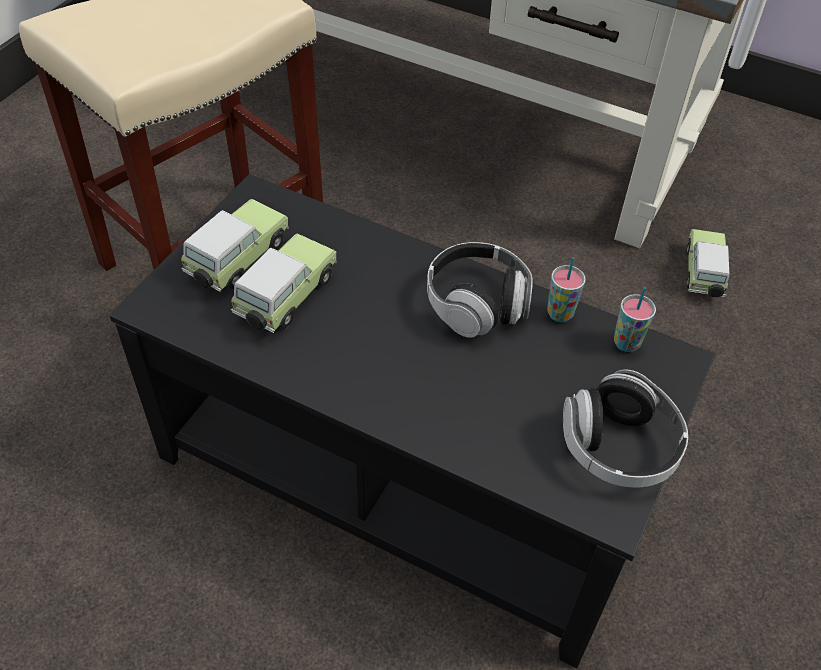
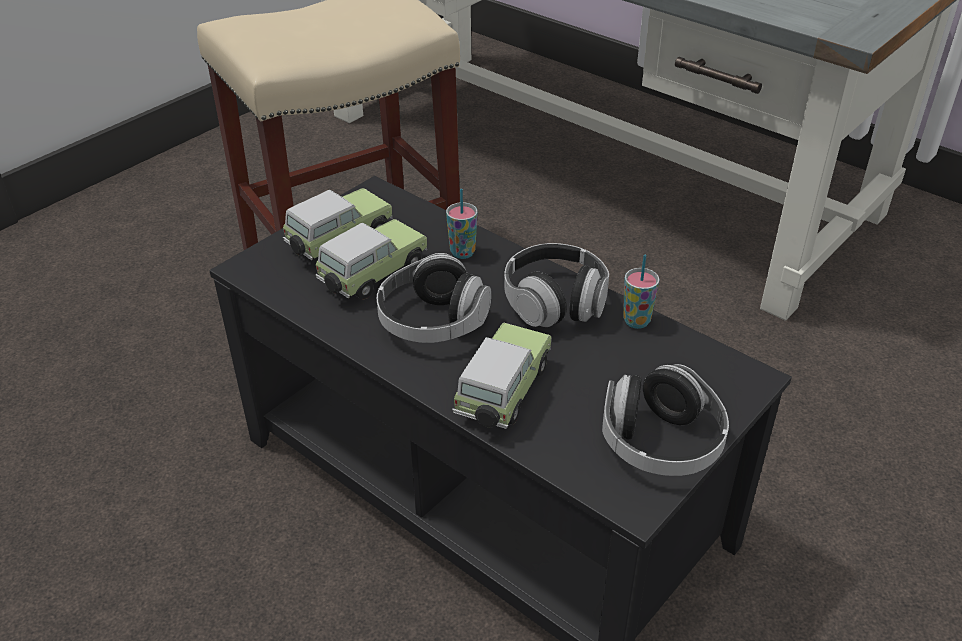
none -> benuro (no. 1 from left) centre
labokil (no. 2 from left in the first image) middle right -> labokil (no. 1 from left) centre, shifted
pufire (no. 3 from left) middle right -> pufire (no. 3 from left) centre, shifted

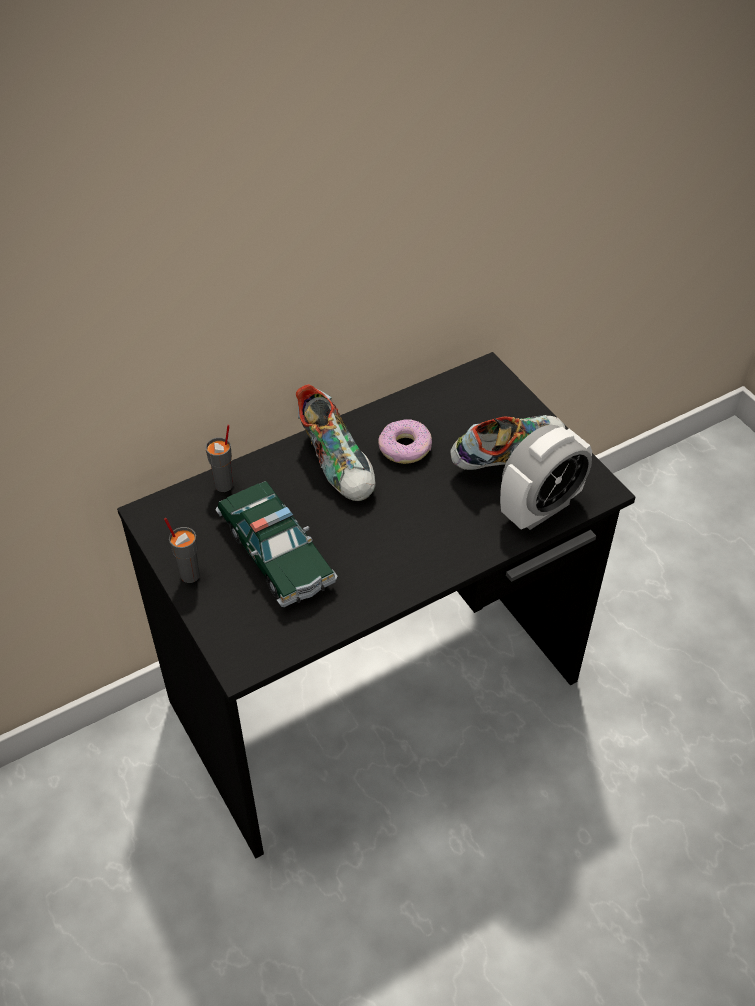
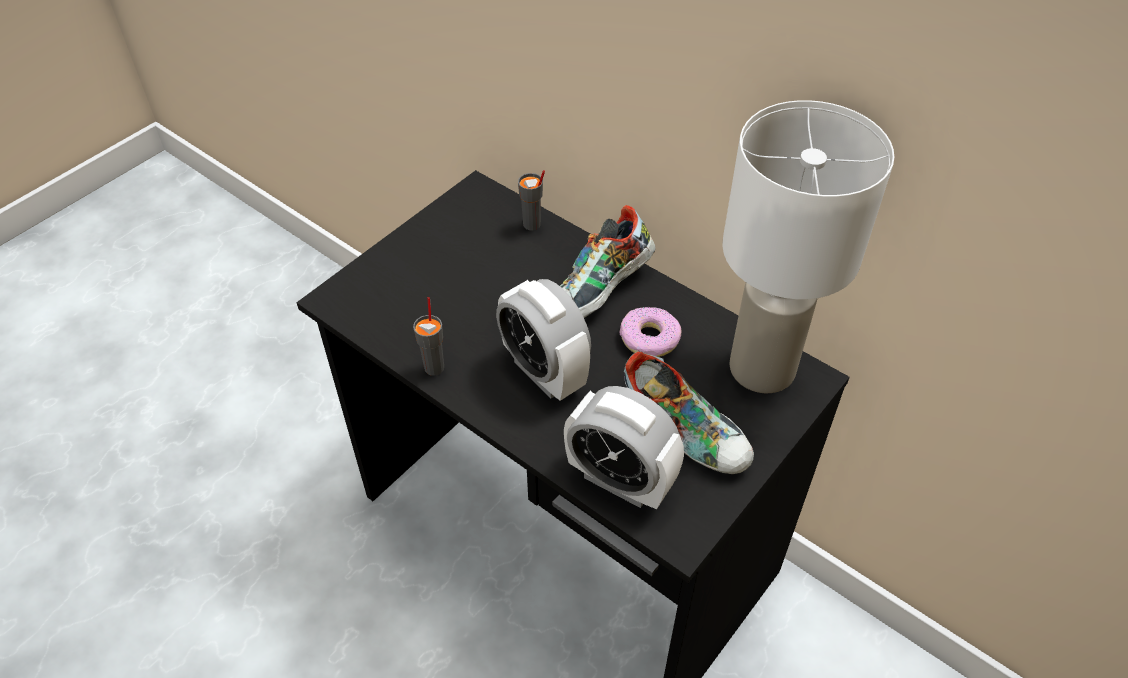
labokil (grey) (no. 1 from left) middle left -> labokil (grey) (no. 1 from left) centre, shifted
none -> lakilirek (no. 1 from left) centre
none -> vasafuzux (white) middle right
pufire centre -> none

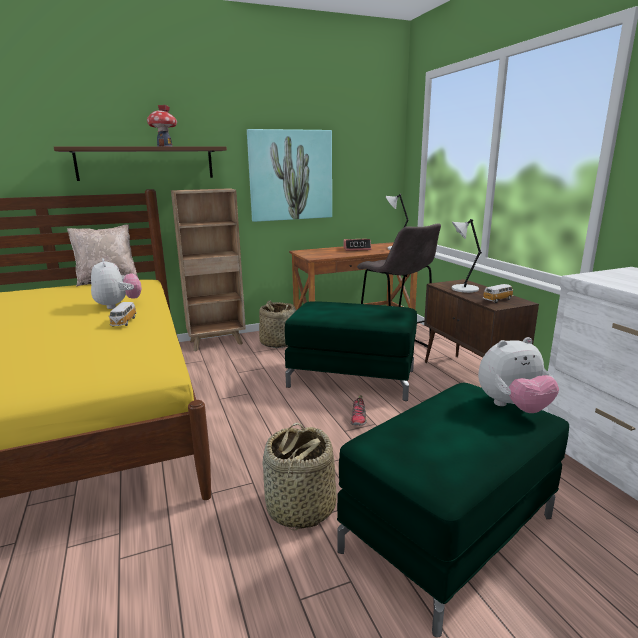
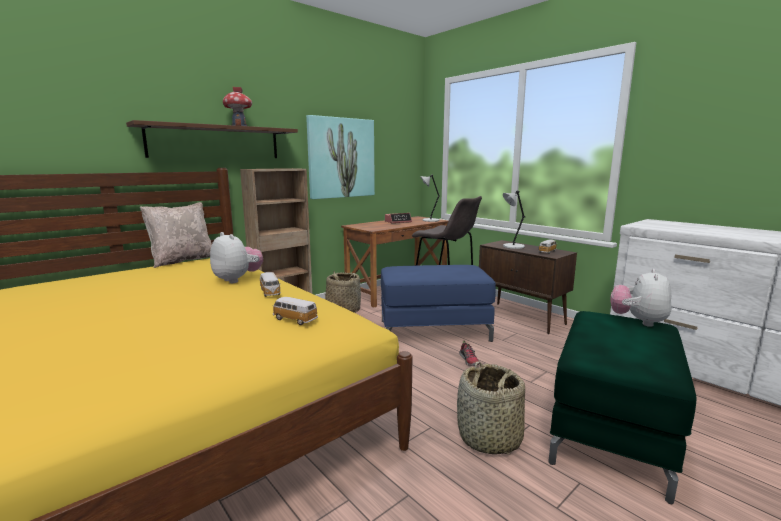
none -> pufire (no. 2 from left) centre
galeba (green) (no. 1 from left) centre -> galeba (blue) centre
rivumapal (no. 2 from left) middle right, 150 degrees clockwise

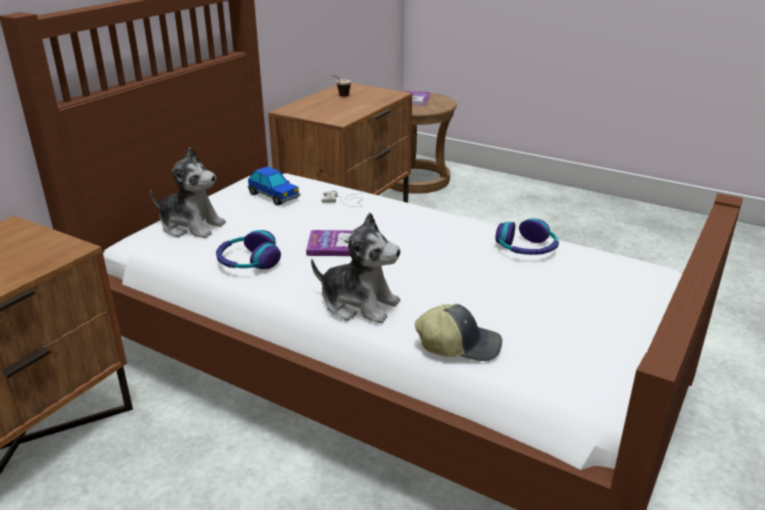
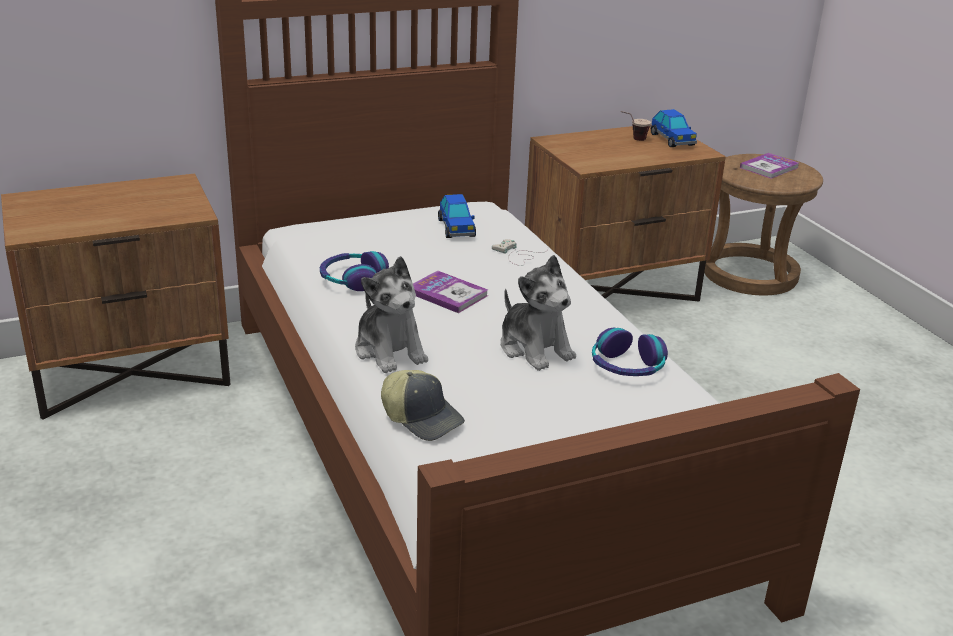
rivumapal (no. 1 from left in the first image) middle left -> rivumapal (no. 2 from left) centre, shifted
none -> pufire (no. 2 from left) top right

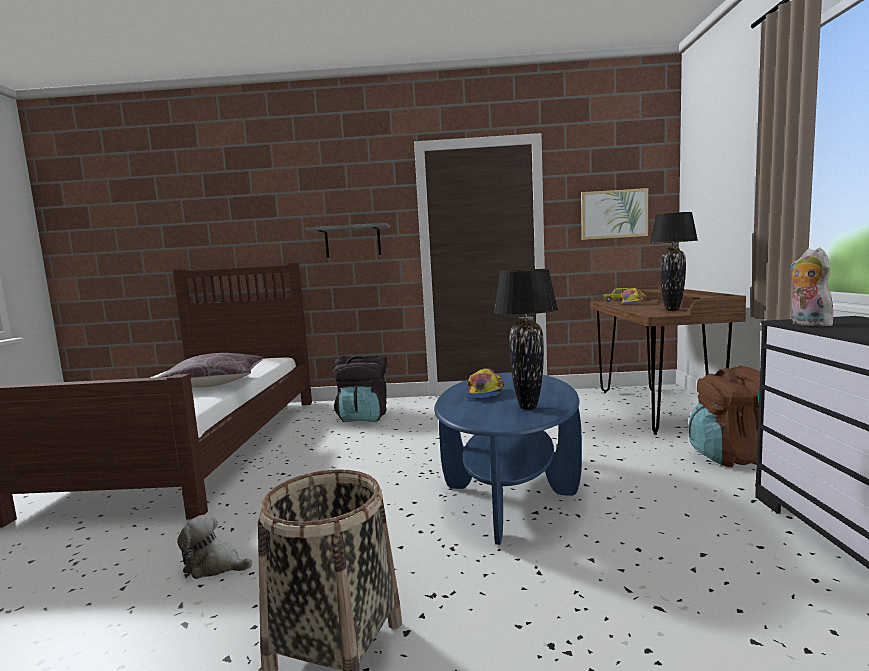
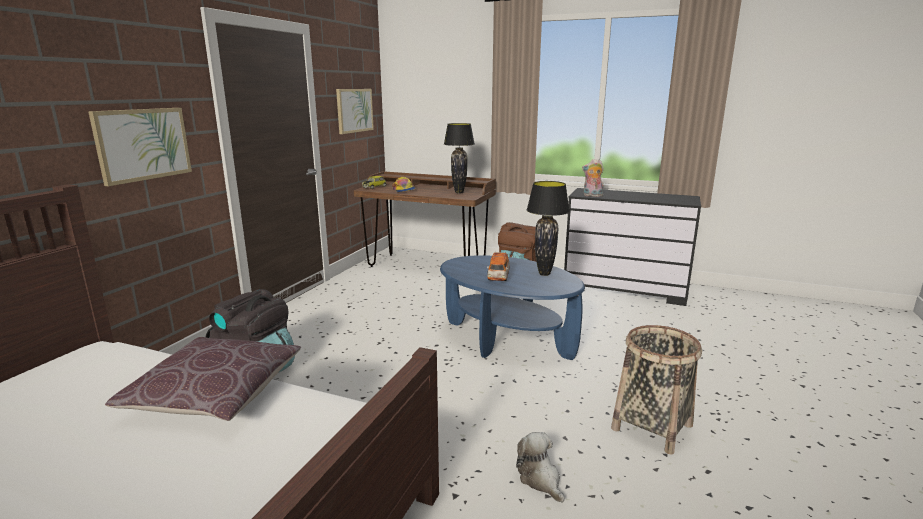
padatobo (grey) centre -> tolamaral (no. 1 from left) top left
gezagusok (no. 1 from left) centre -> pufire (no. 2 from left) centre
rivumapal (no. 1 from left) bottom left -> rivumapal (no. 1 from left) bottom centre, 120 degrees clockwise

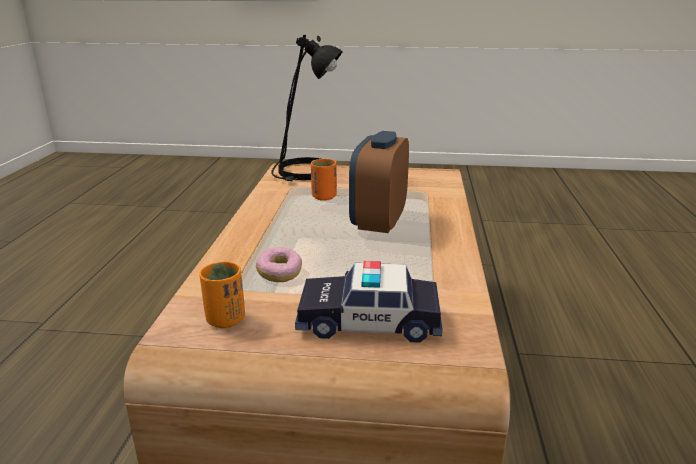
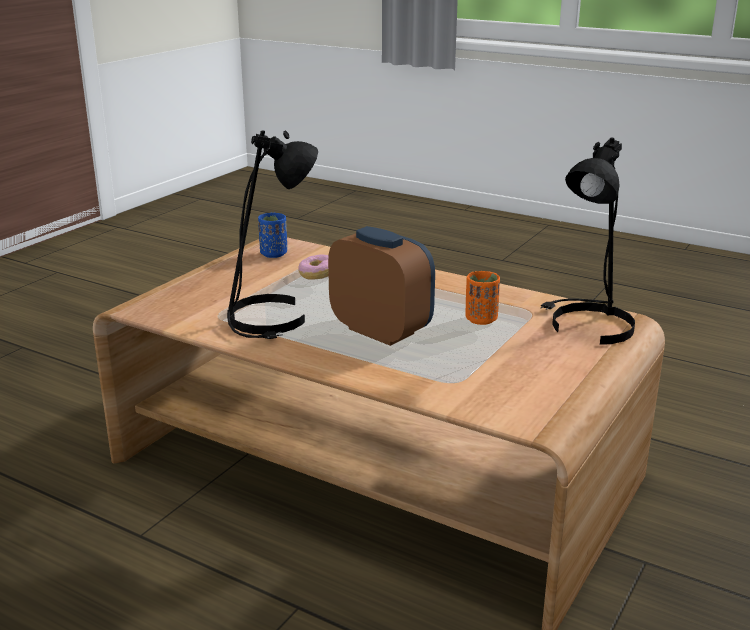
none -> vasafuzux (black) (no. 1 from left) centre
labokil (orange) (no. 1 from left) middle left -> labokil (blue) centre
pufire centre -> none

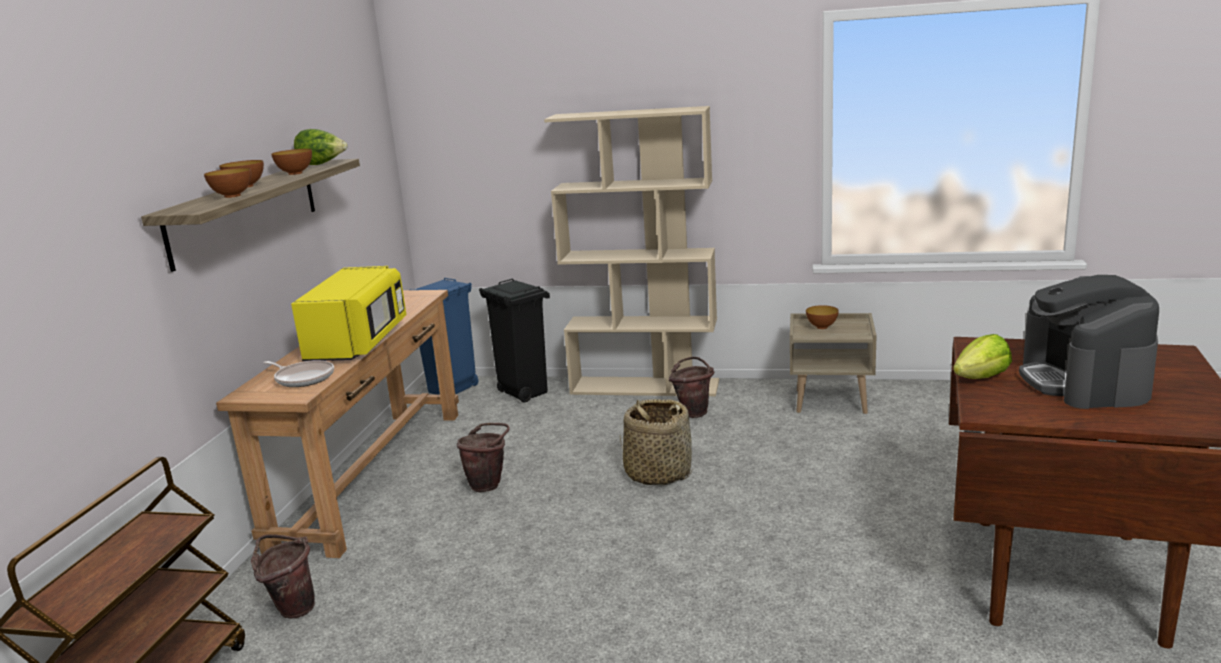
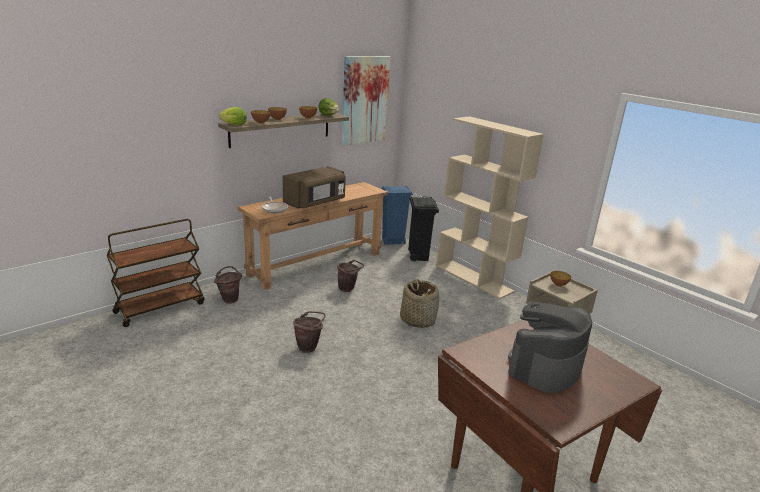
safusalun (no. 2 from left in the first image) middle right -> safusalun (no. 1 from left) top left, shifted
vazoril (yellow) middle left -> vazoril (brown) centre
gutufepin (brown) (no. 3 from left in the first image) centre -> gutufepin (brown) (no. 2 from left) bottom centre, shifted
none -> tolamaral top centre

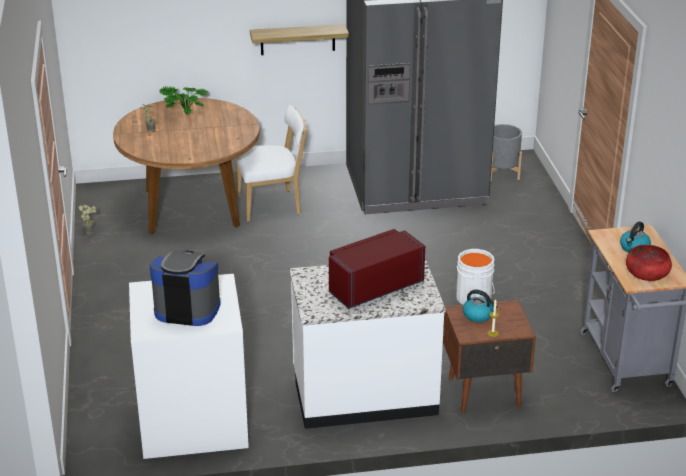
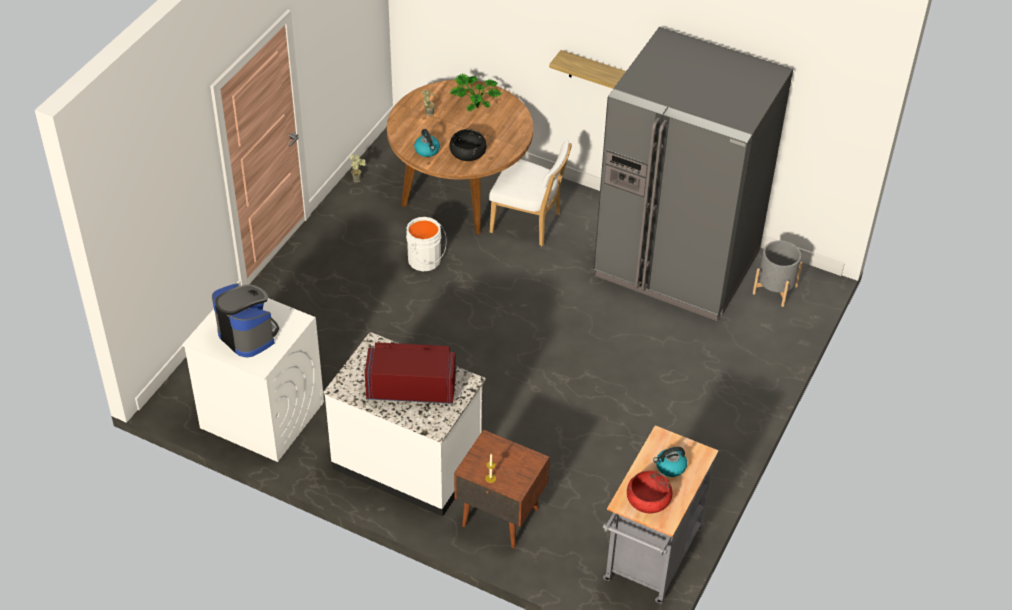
gutufepin (white) middle right -> gutufepin (white) centre, shifted
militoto (no. 1 from left) middle right -> militoto (no. 1 from left) top centre, shifted
none -> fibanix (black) top centre

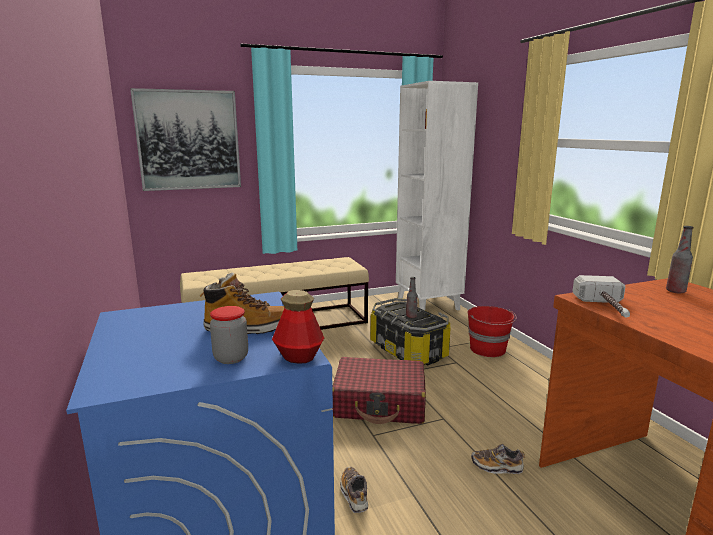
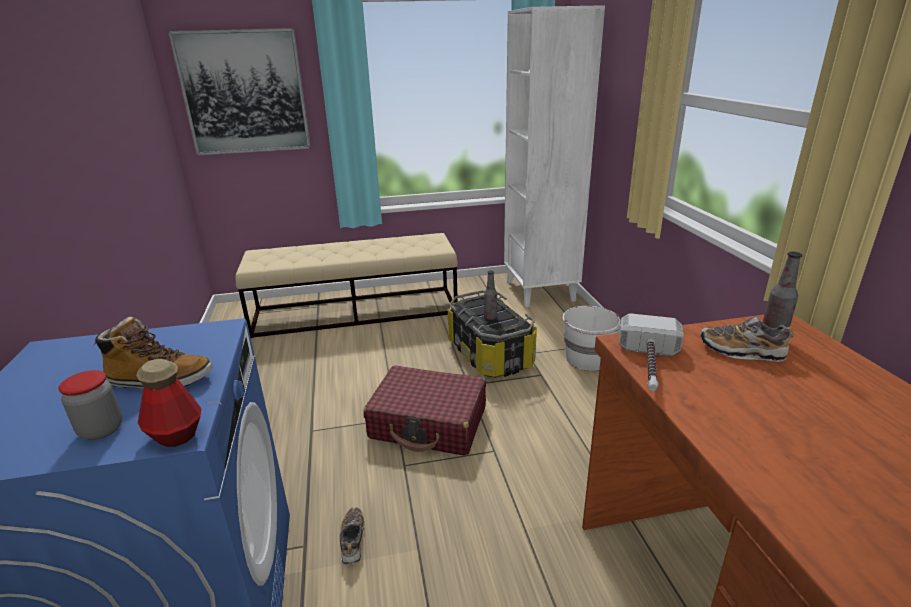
gutufepin (red) middle right -> gutufepin (white) centre
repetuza (no. 2 from left) bottom right -> repetuza (no. 2 from left) middle right, shifted

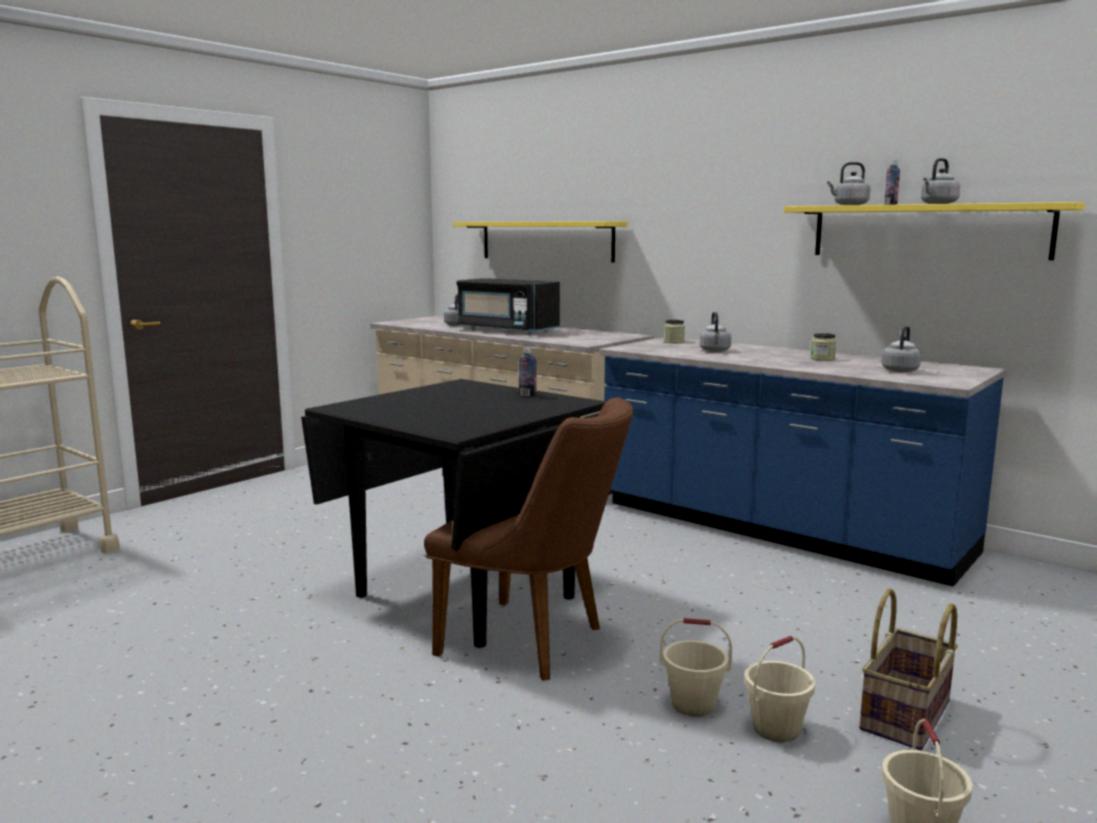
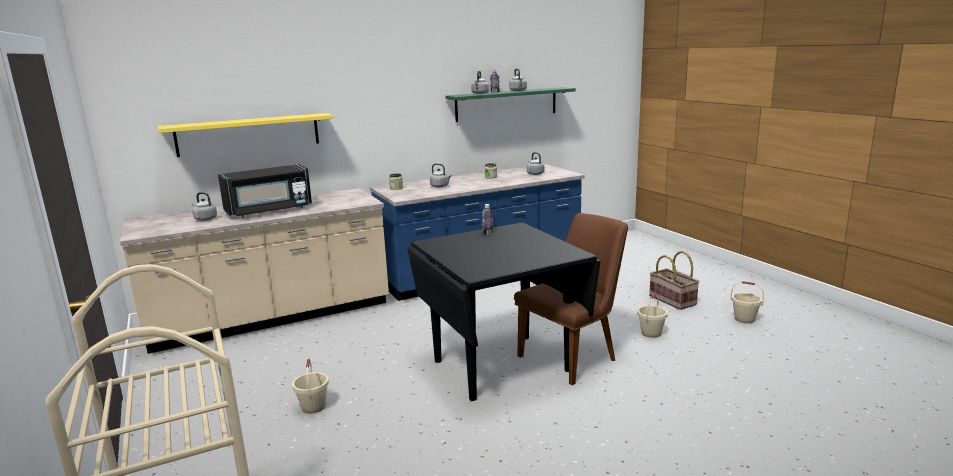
gutufepin (beige) (no. 2 from left in the first image) bottom right -> gutufepin (beige) (no. 1 from left) bottom left, shifted
padatobo (yellow) (no. 2 from left) top right -> padatobo (green) top centre

